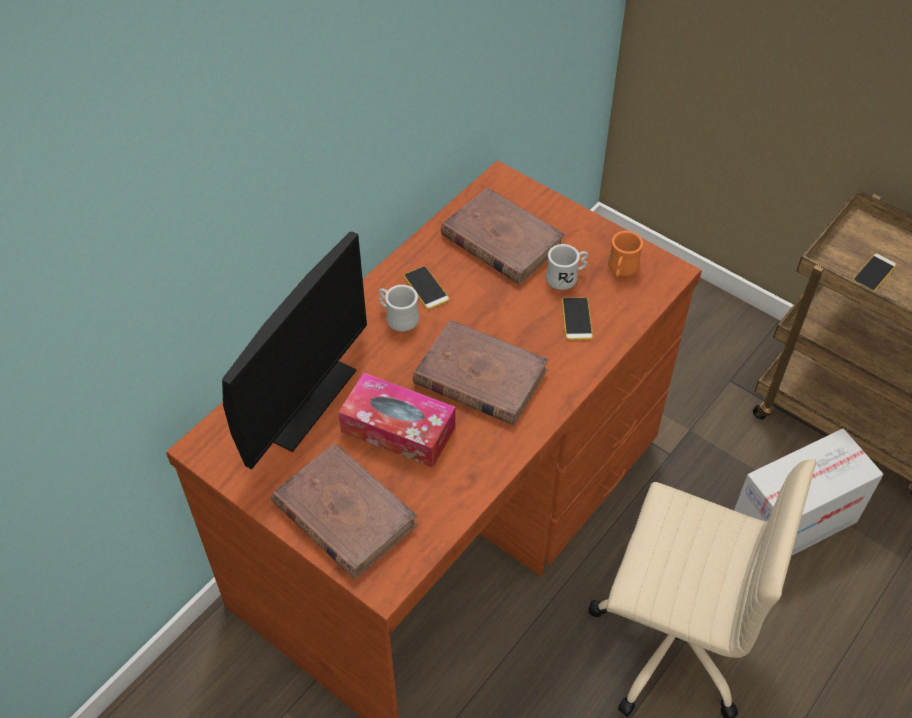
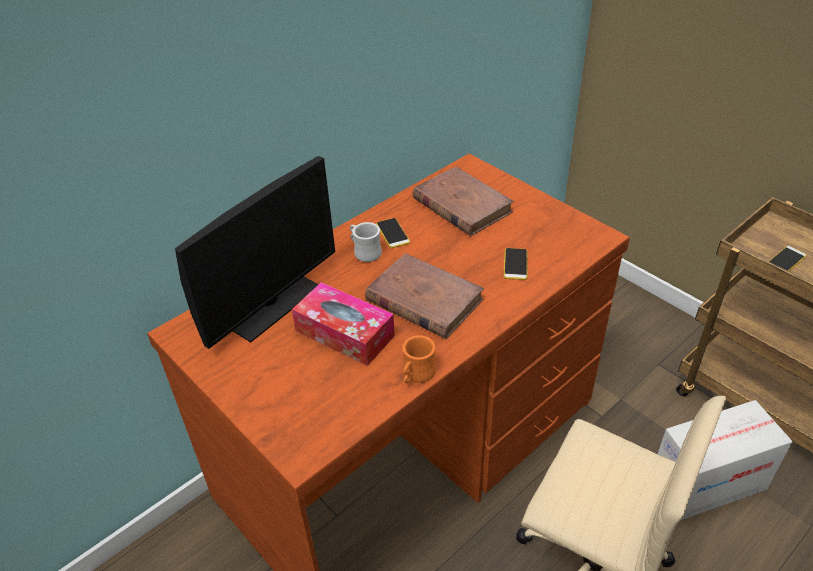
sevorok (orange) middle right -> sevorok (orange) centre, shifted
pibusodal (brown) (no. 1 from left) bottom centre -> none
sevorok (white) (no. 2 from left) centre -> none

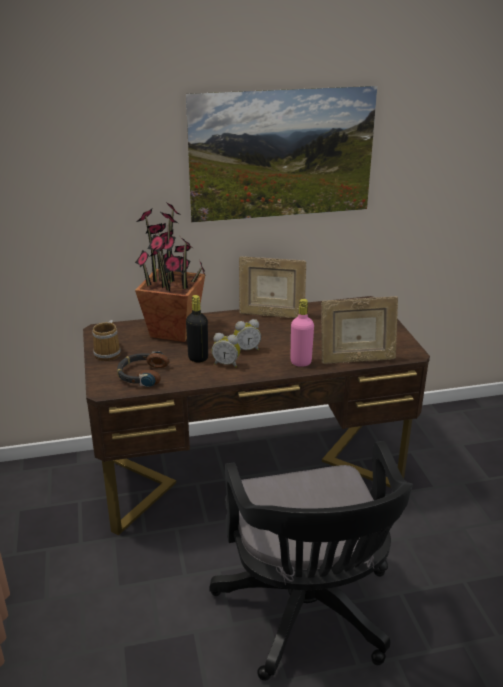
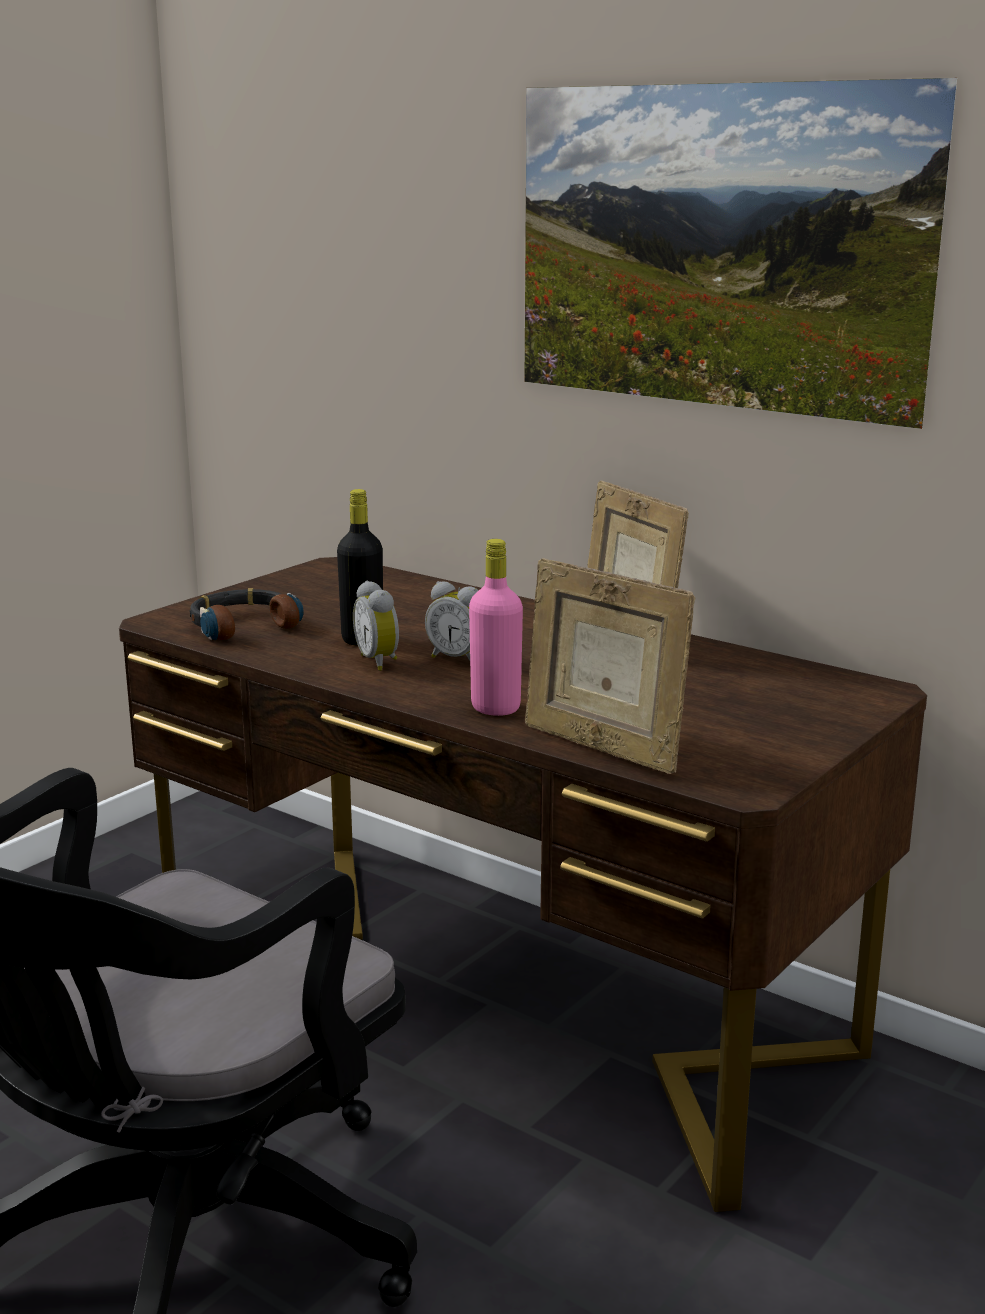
sevorok middle left -> none
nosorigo centre -> none

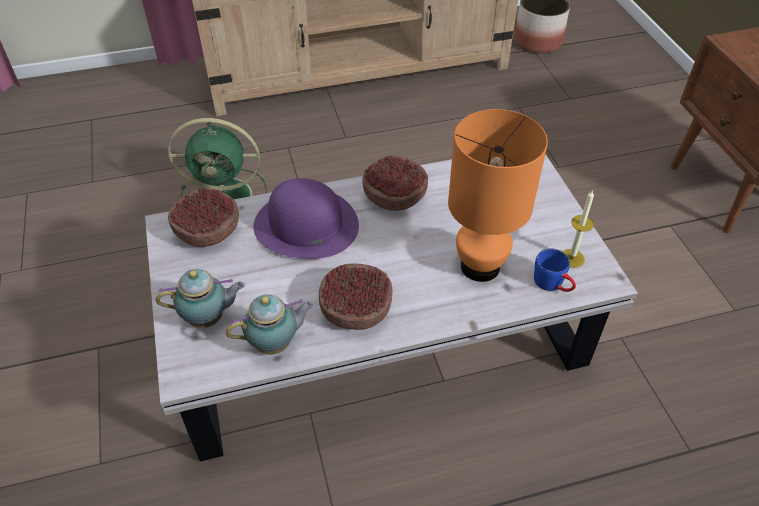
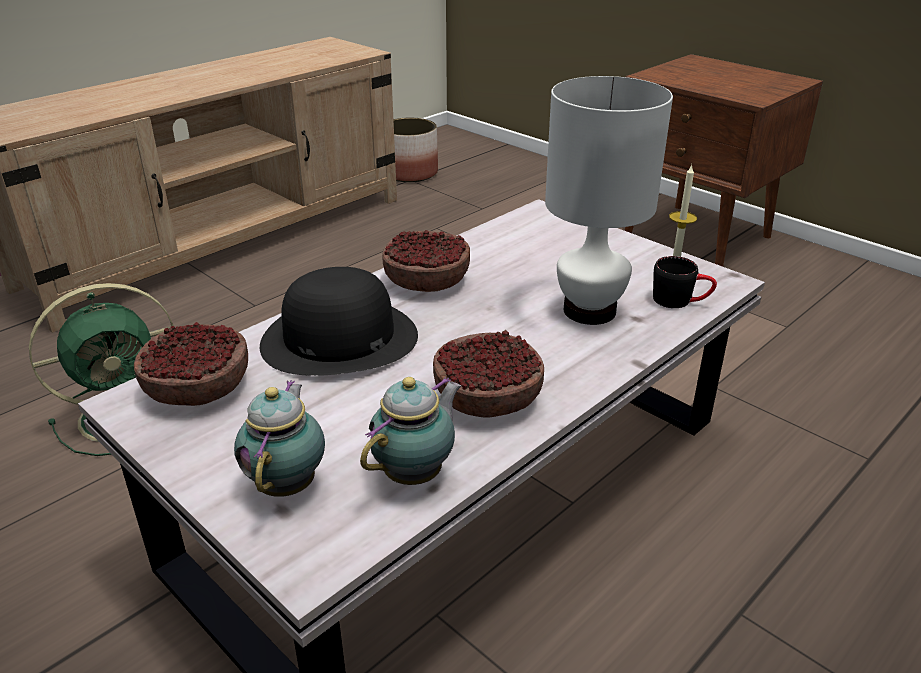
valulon (no. 1 from left) middle left, 45 degrees counterclockwise
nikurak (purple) centre -> nikurak (black) centre
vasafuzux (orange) centre -> vasafuzux (white) top centre
sevorok (blue) middle right -> sevorok (black) middle right

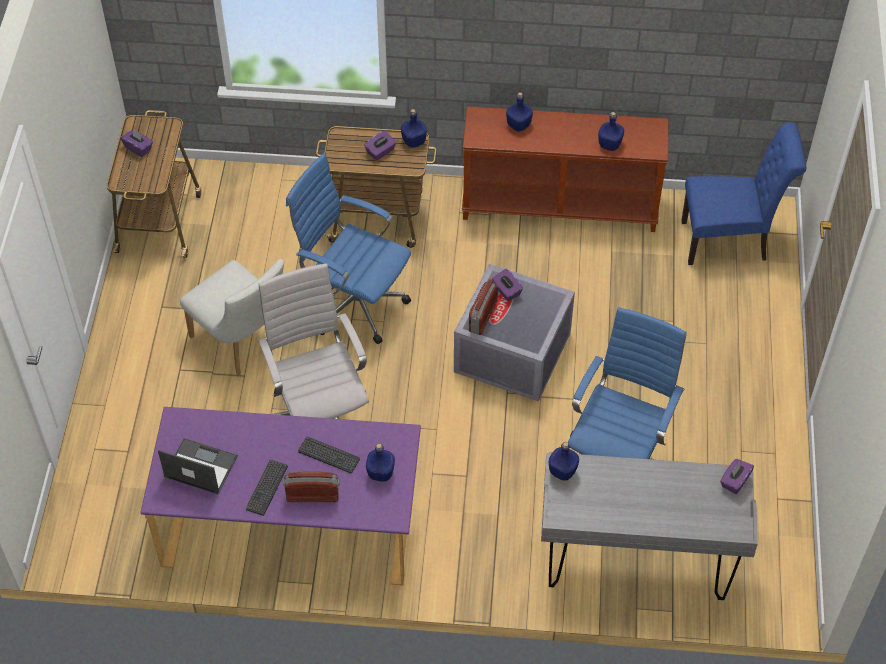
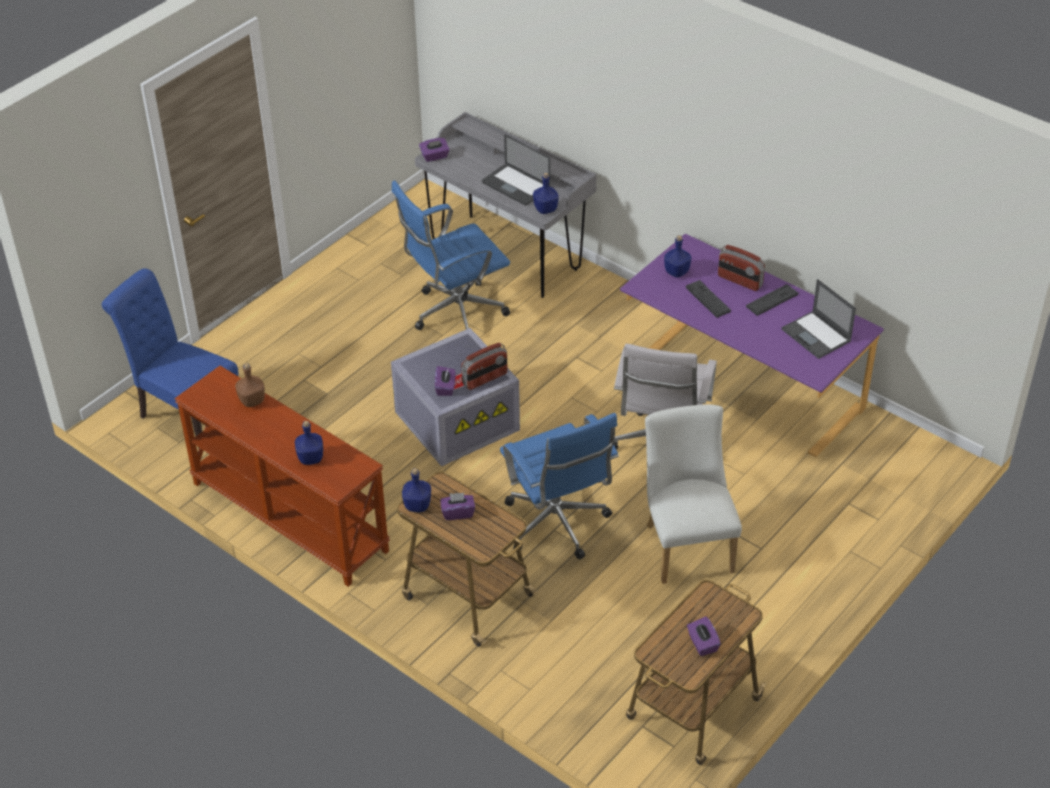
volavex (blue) (no. 5 from left) top right -> volavex (brown) middle left
none -> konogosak (no. 1 from left) top centre

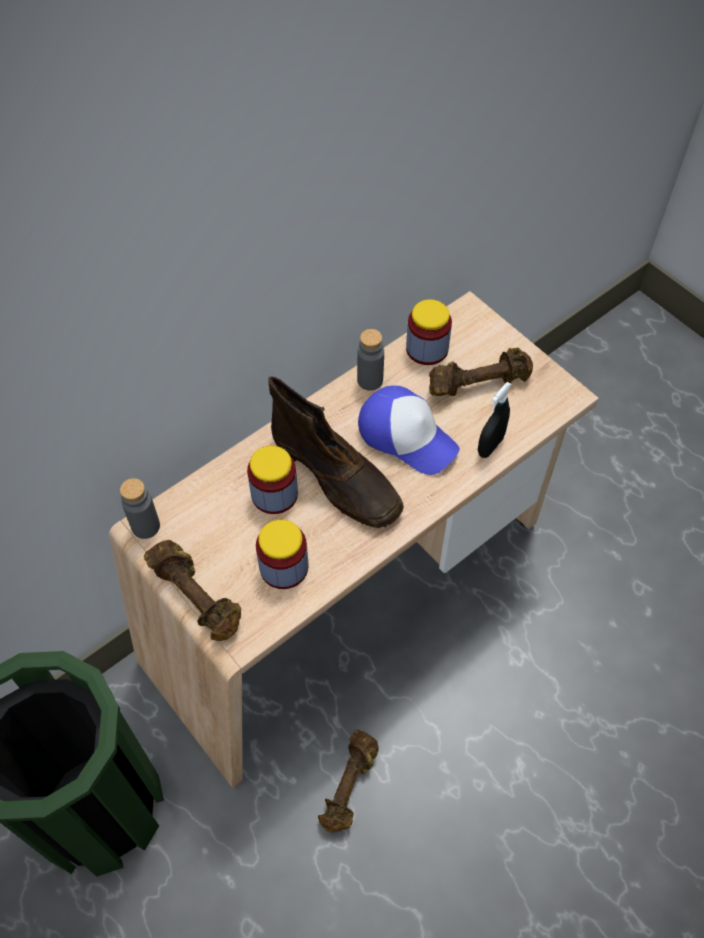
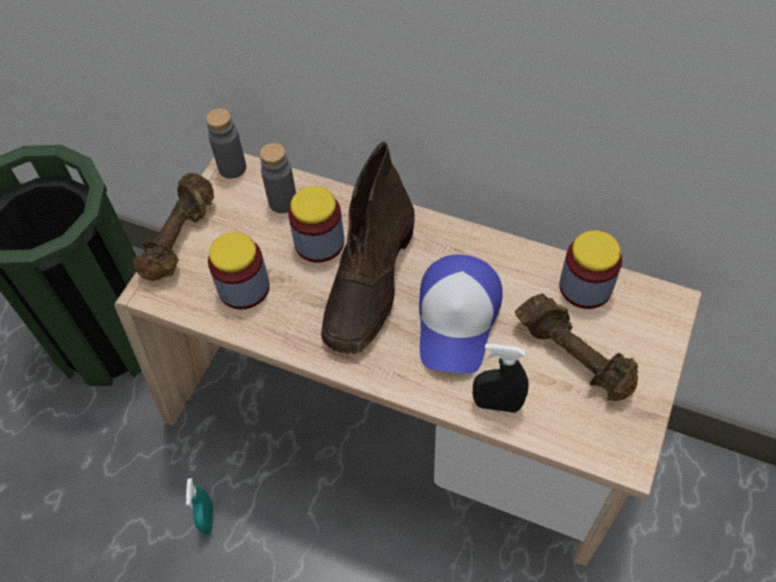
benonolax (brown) (no. 2 from left) bottom centre -> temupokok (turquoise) bottom left
volavex (grey) (no. 2 from left) centre -> volavex (grey) (no. 2 from left) top centre, shifted

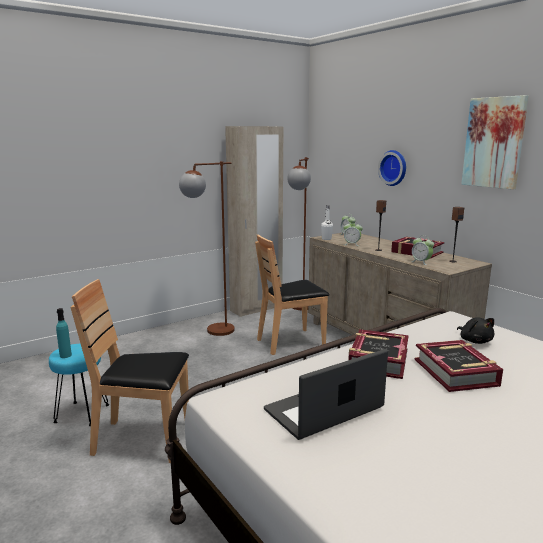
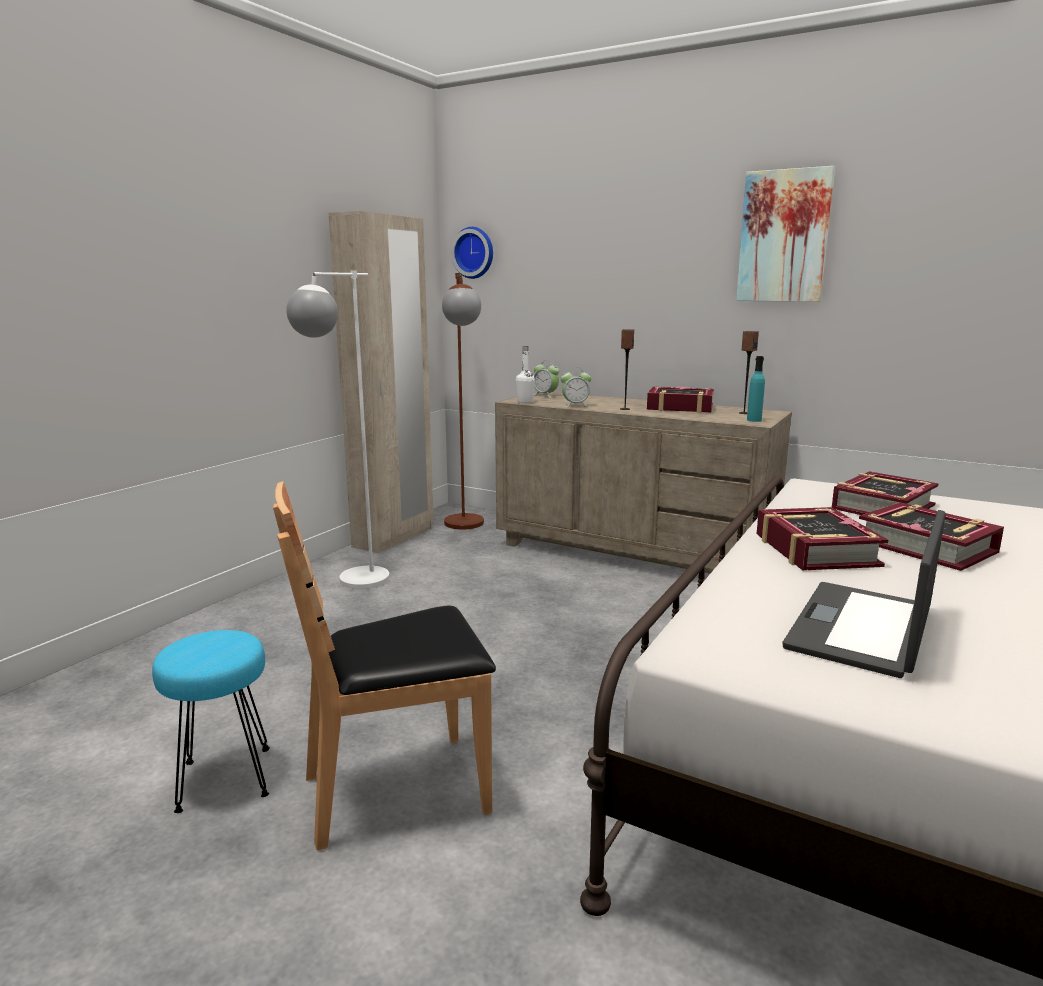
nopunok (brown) (no. 1 from left) centre -> nopunok (white) middle left
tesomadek top right -> tesomadek top centre, shifted
volavex (turquoise) middle left -> volavex (turquoise) middle right, shifted
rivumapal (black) middle right -> pibusodal (no. 3 from left) middle right
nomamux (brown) (no. 2 from left) centre -> none
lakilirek (no. 3 from left) middle right -> none

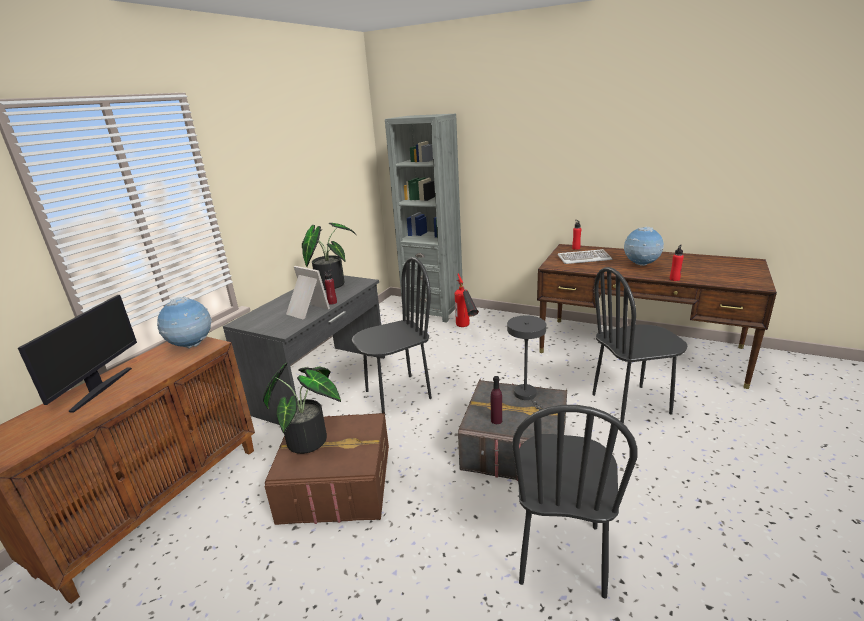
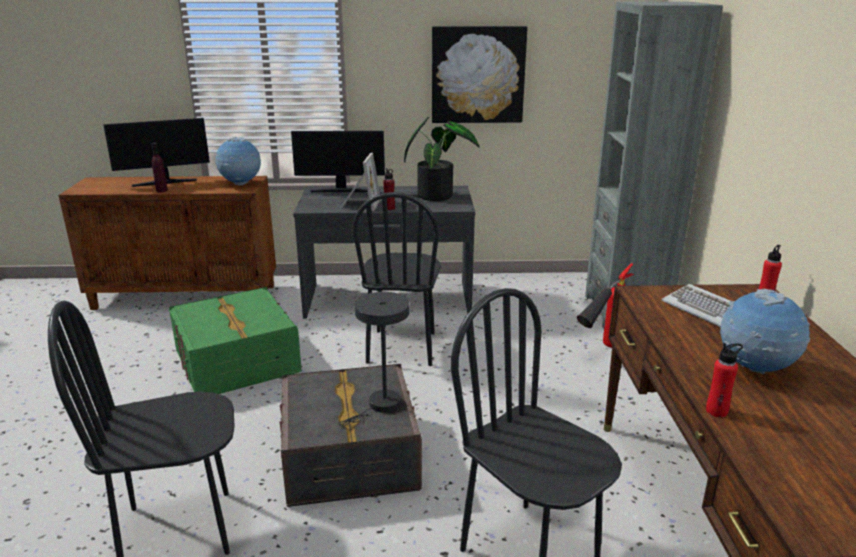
volavex (purple) centre -> volavex (purple) top left, shifted
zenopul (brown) bottom centre -> zenopul (green) middle left
none -> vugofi (no. 2 from left) top centre
nomamux (black) (no. 1 from left in the first image) centre -> nomamux (black) (no. 2 from left) centre, 60 degrees clockwise
none -> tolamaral top centre
nosorigo (no. 1 from left) centre -> none

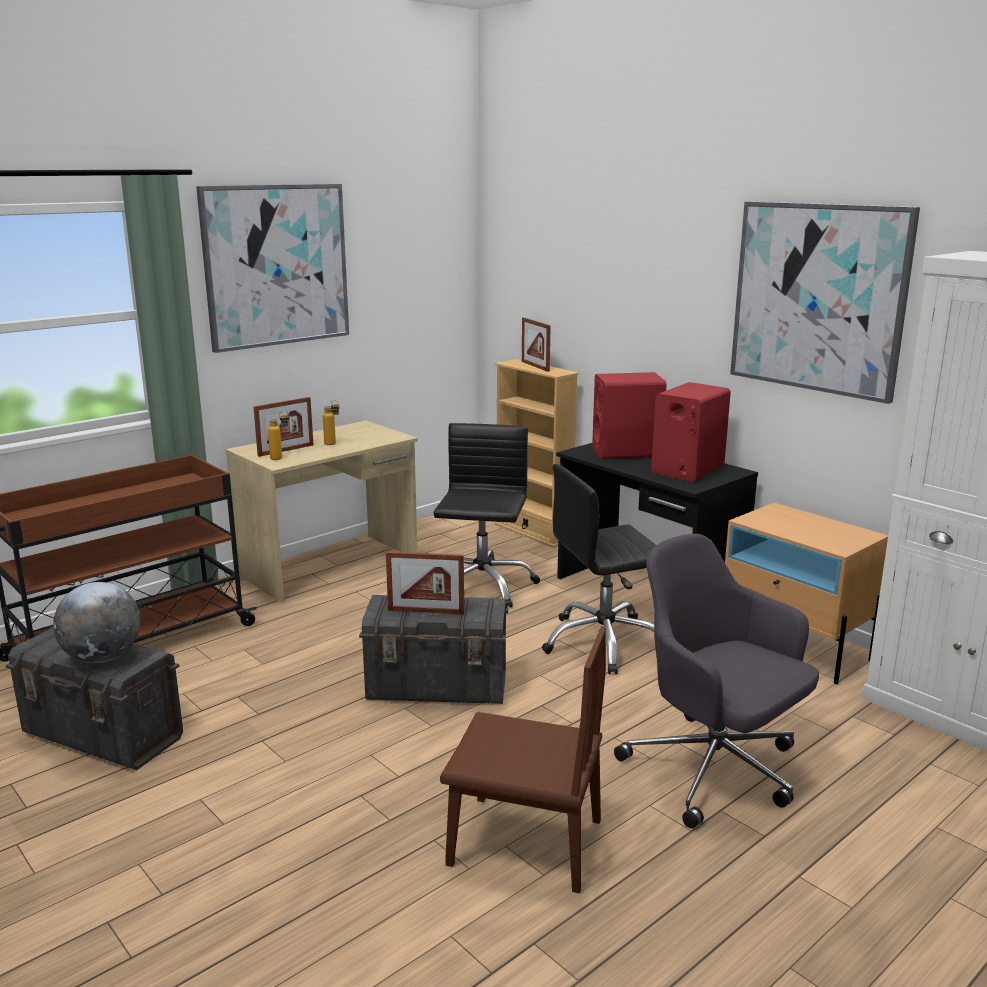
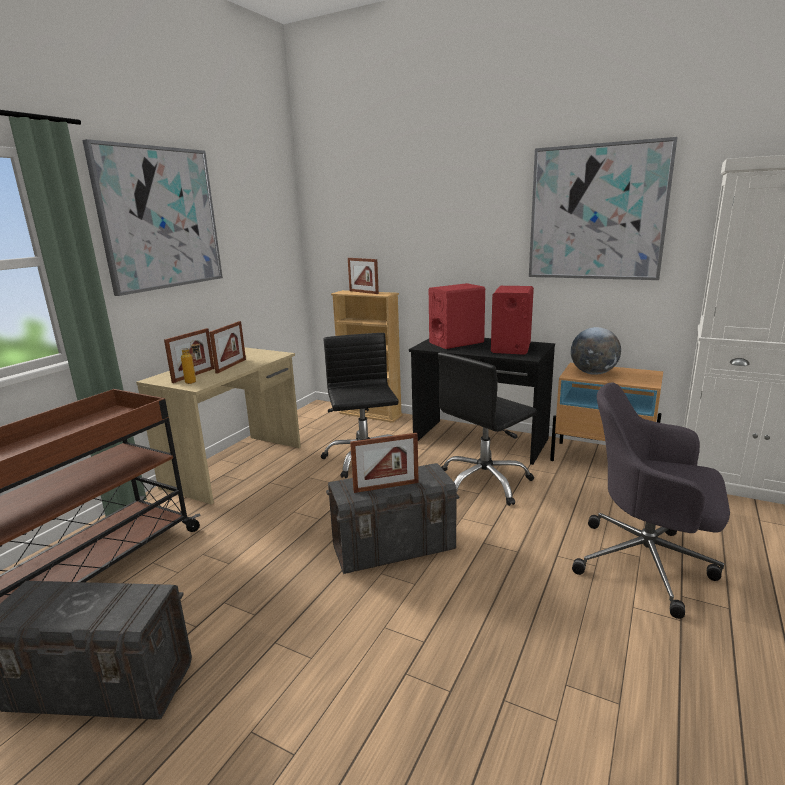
volavex (no. 2 from left) centre -> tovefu (no. 2 from left) middle left
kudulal middle left -> kudulal middle right, shifted
nomamux (brown) bottom centre -> none

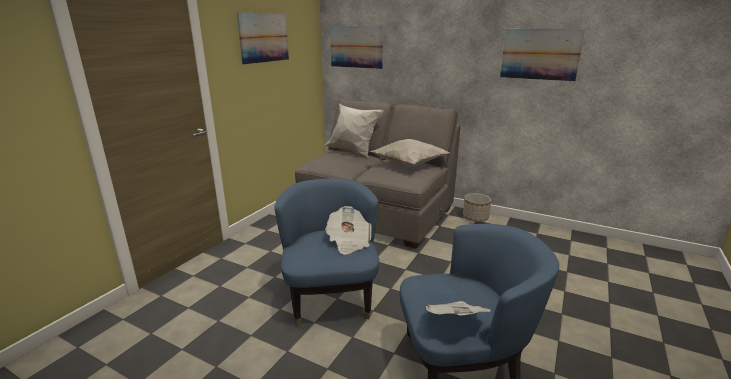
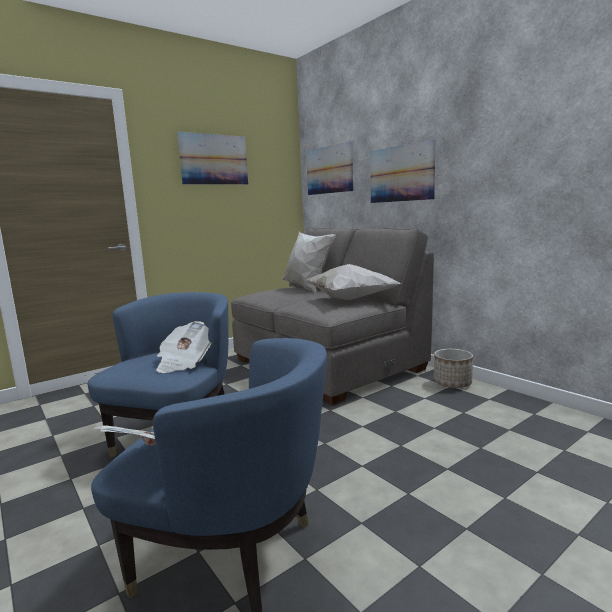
tolamaral (no. 3 from left) top right -> tolamaral (no. 3 from left) top centre, shifted

